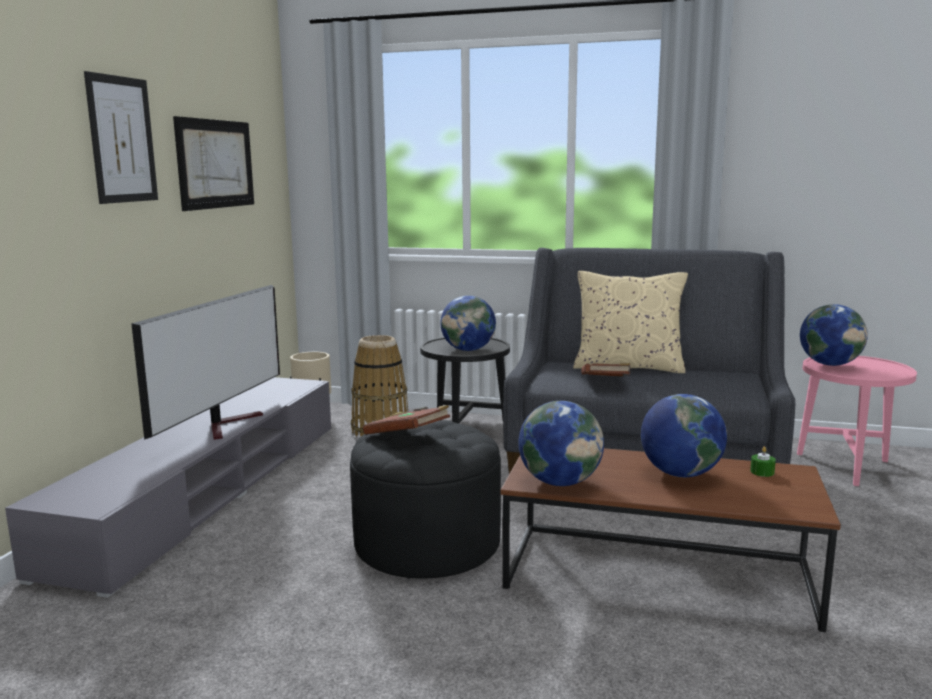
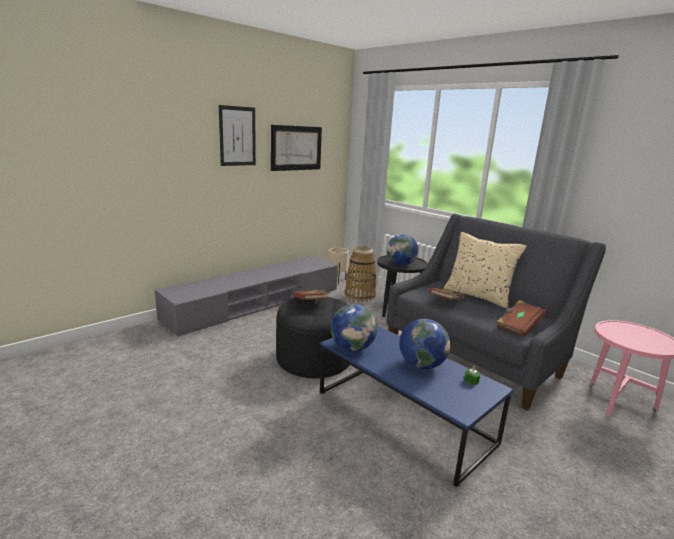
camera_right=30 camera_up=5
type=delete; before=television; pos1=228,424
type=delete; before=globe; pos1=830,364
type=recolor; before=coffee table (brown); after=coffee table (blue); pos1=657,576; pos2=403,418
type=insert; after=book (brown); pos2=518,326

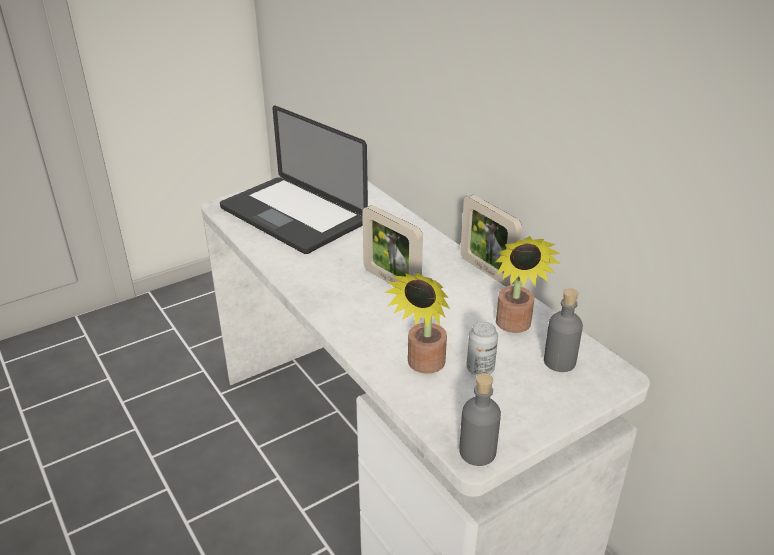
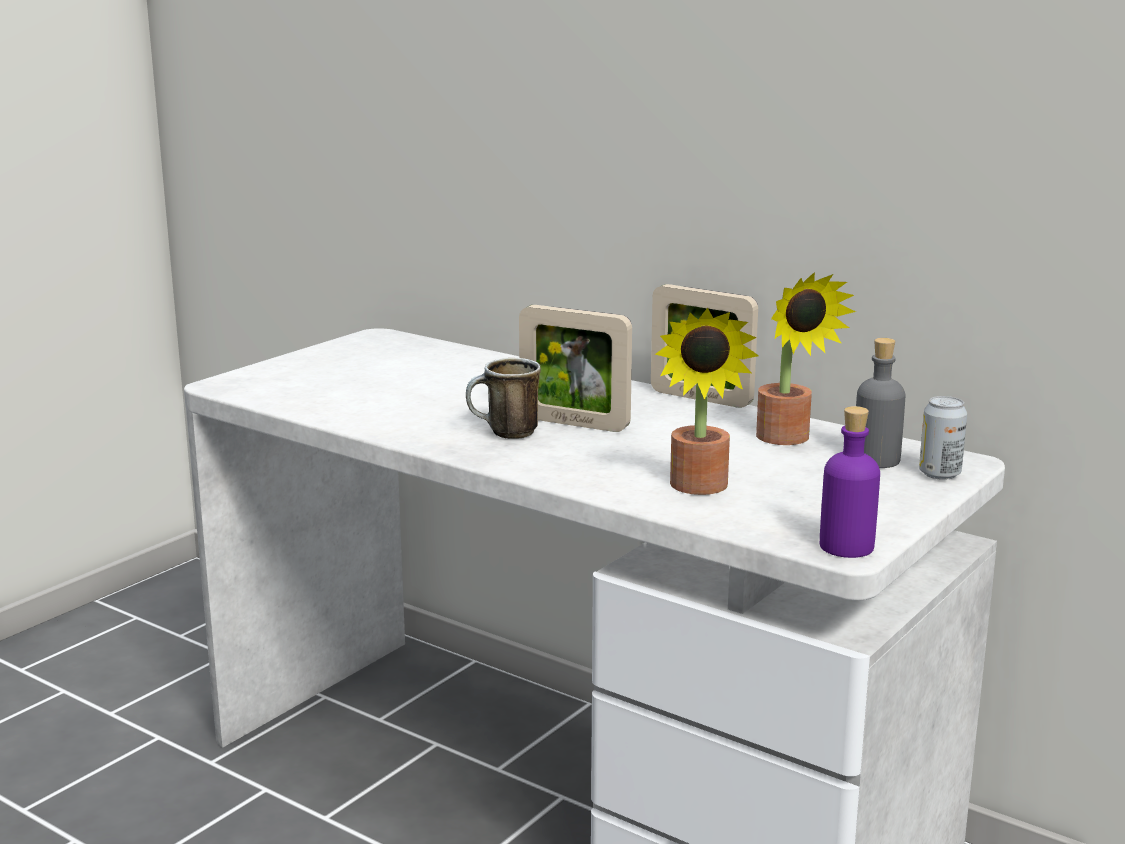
camera_right=-20 camera_up=-15
type=delete; before=laptop; pos1=292,216
type=move; before=can; pos1=480,369; pos2=939,474
type=recolor; before=bottle (grey); after=bottle (purple); pos1=477,452; pos2=846,546
type=insert; after=mug; pos2=504,434

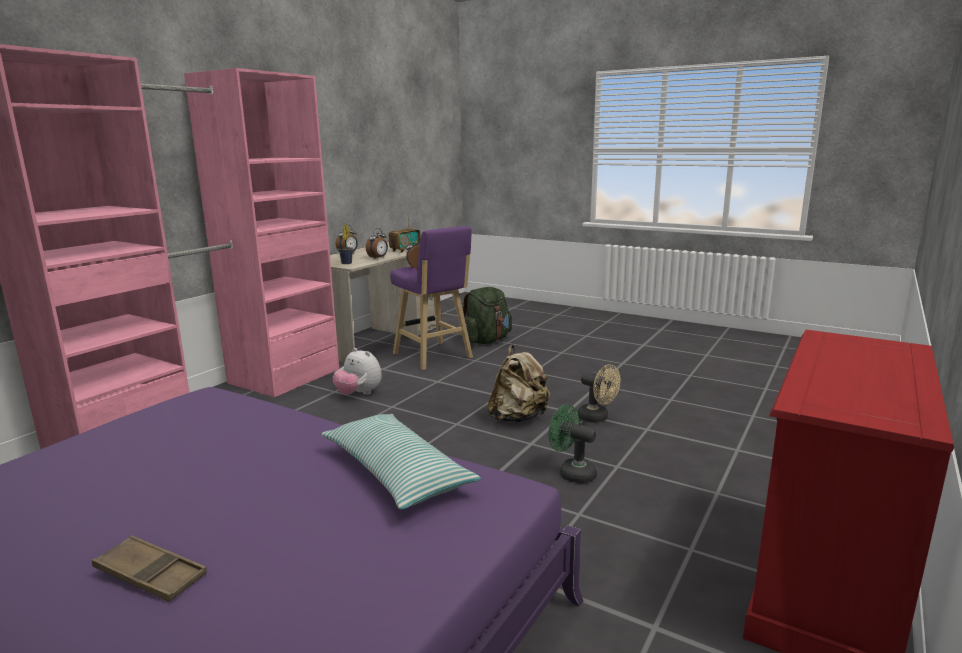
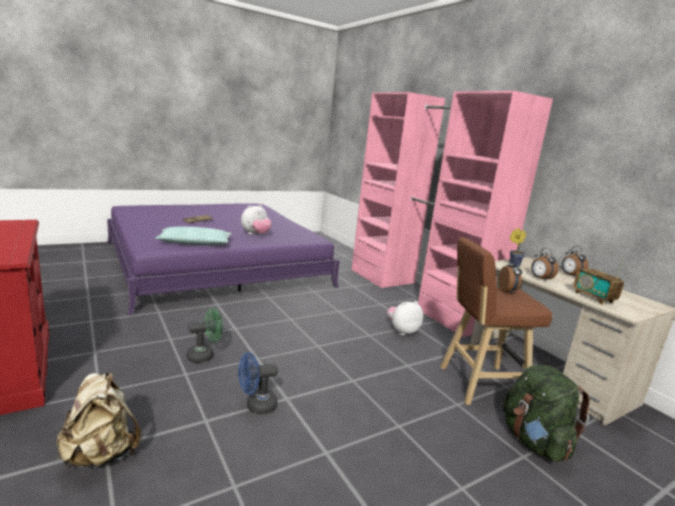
camera_right=115 camera_up=0
type=recolor; before=stool (purple); after=stool (brown); pos1=434,357; pos2=478,385
type=move; before=backpack (beige); pos1=518,418; pos2=101,455
type=recolor; before=fan (beige); after=fan (blue); pos1=597,418; pos2=256,406
type=insert; after=plush toy; pos2=256,234

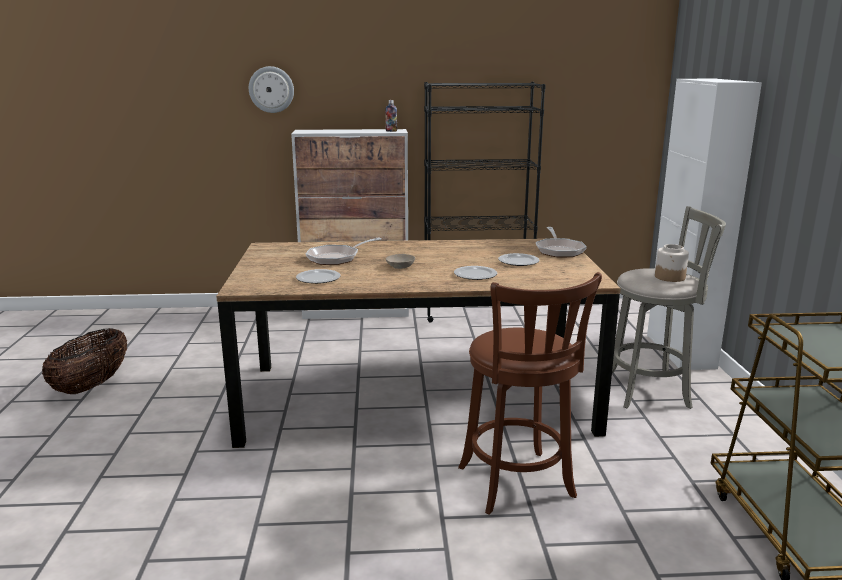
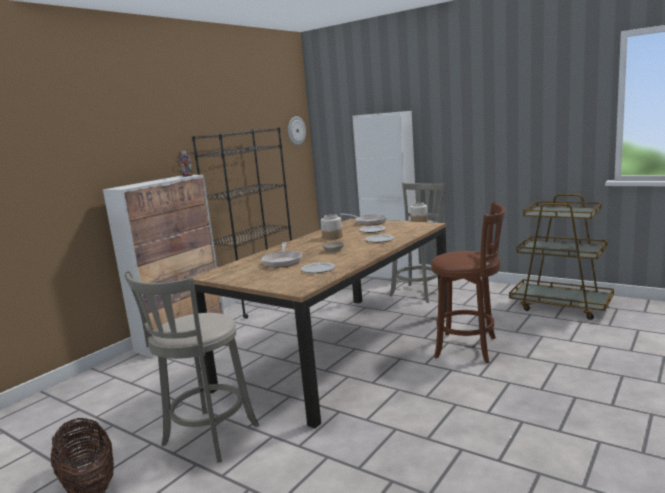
camera_right=-50 camera_up=-5
type=move; before=wall clock; pos1=271,89; pos2=296,130
type=insert; after=jar; pos2=332,237
type=insert; after=stool (grey); pos2=207,438

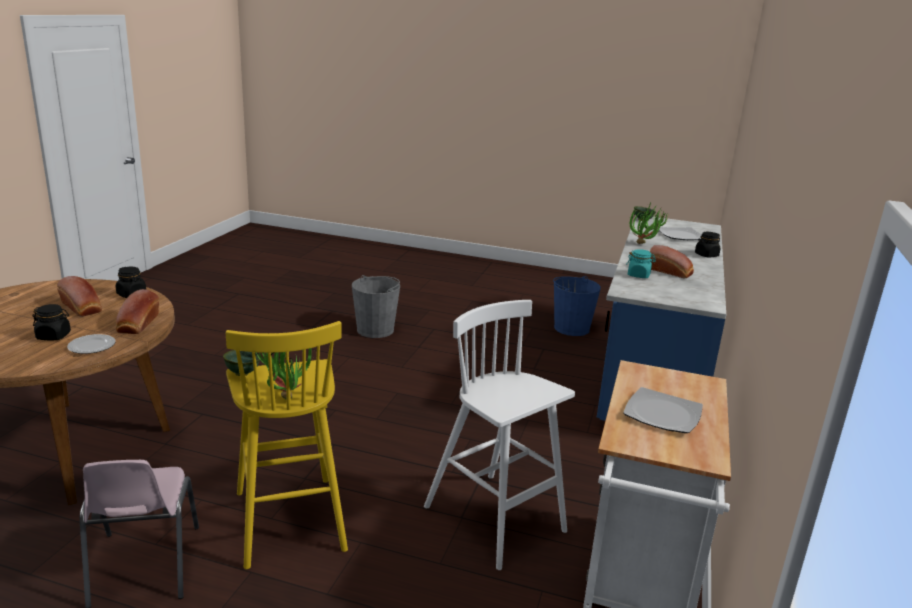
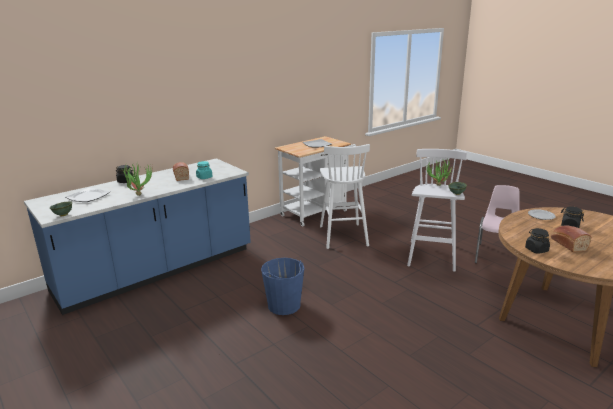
camera_right=-145 camera_up=0
type=delete; before=bucket (grey); pos1=375,330
type=move; before=bucket (blue); pos1=571,328; pos2=284,305
type=delete; before=bread; pos1=137,324
type=recolor; before=stool (yellow); after=stool (white); pos1=289,519; pos2=432,256

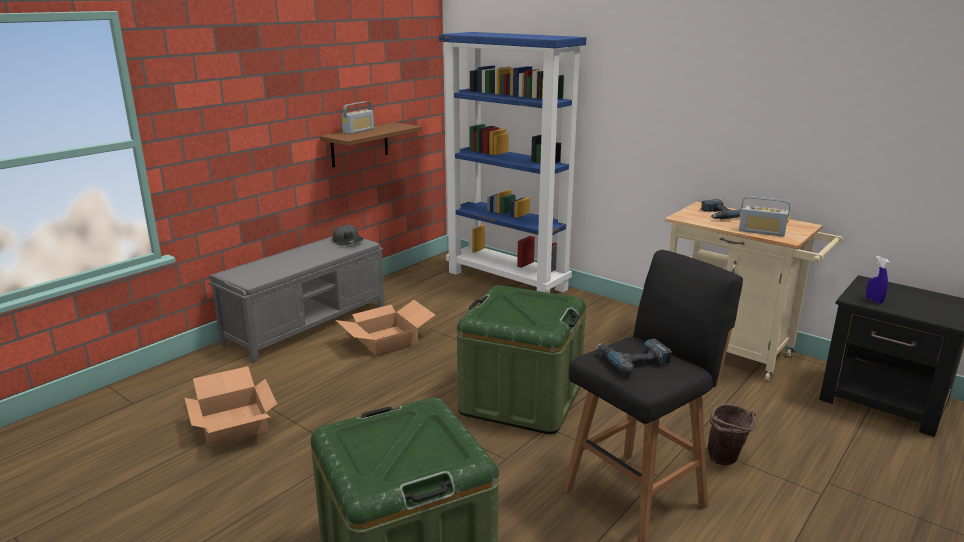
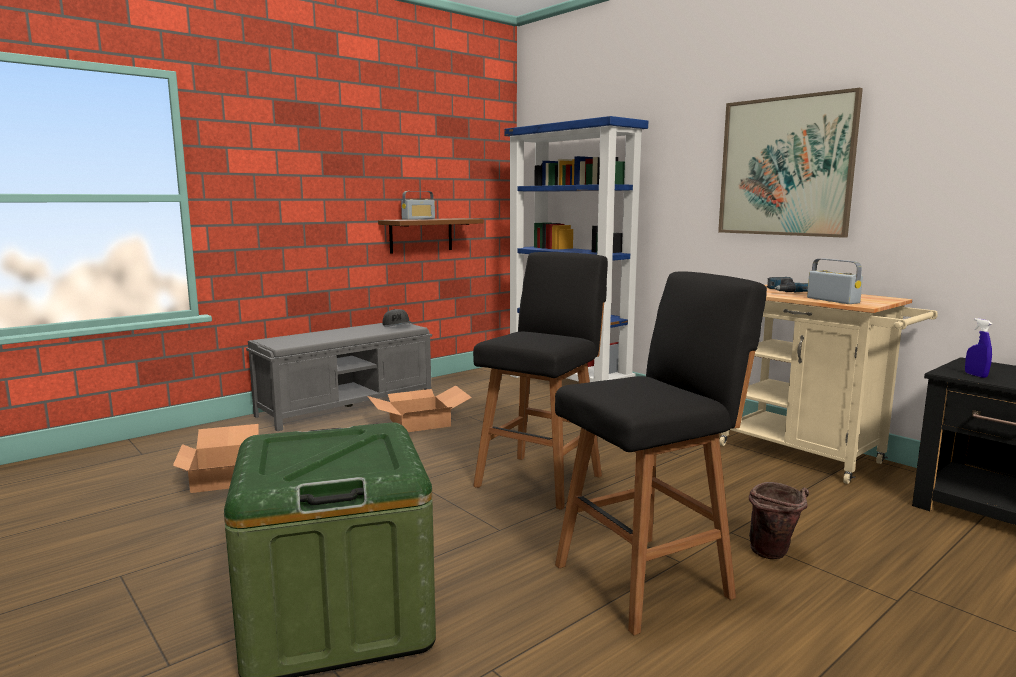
camera_right=10 camera_up=-10
type=rotate; before=radio; pos1=761,232; pos2=832,300; turn=-150
type=replace; before=storage box (green); after=stool (black); pos1=521,399; pos2=541,479
type=delete; before=power drill; pos1=633,360
type=insert; after=picture; pos2=785,167

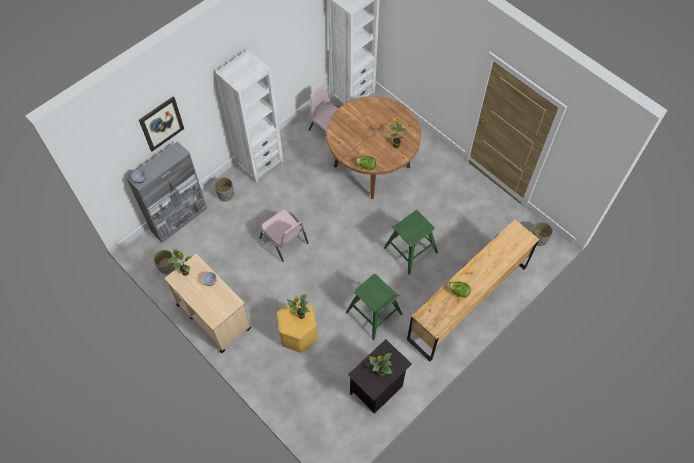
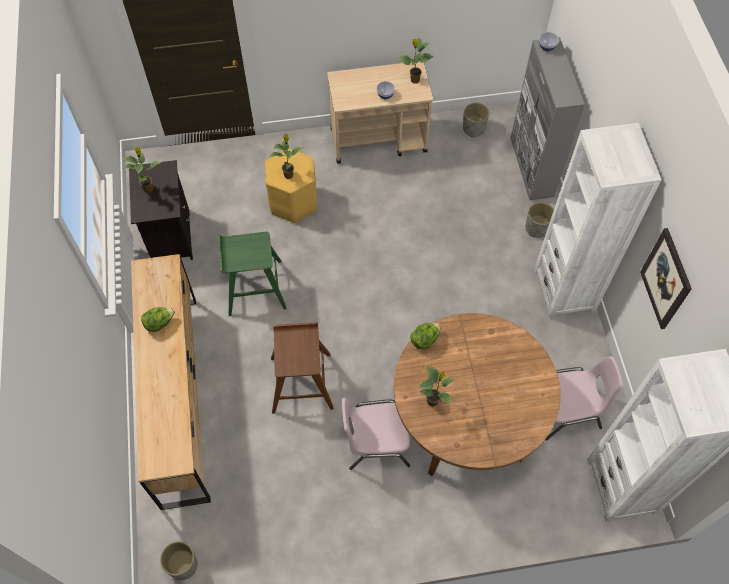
camera_right=125 camera_up=0
type=move; before=picture; pos1=161,123; pos2=666,279
type=move; before=chair (pink); pos1=284,241; pos2=375,441
type=recolor; before=stool (green); after=stool (brown); pos1=410,250; pos2=301,382

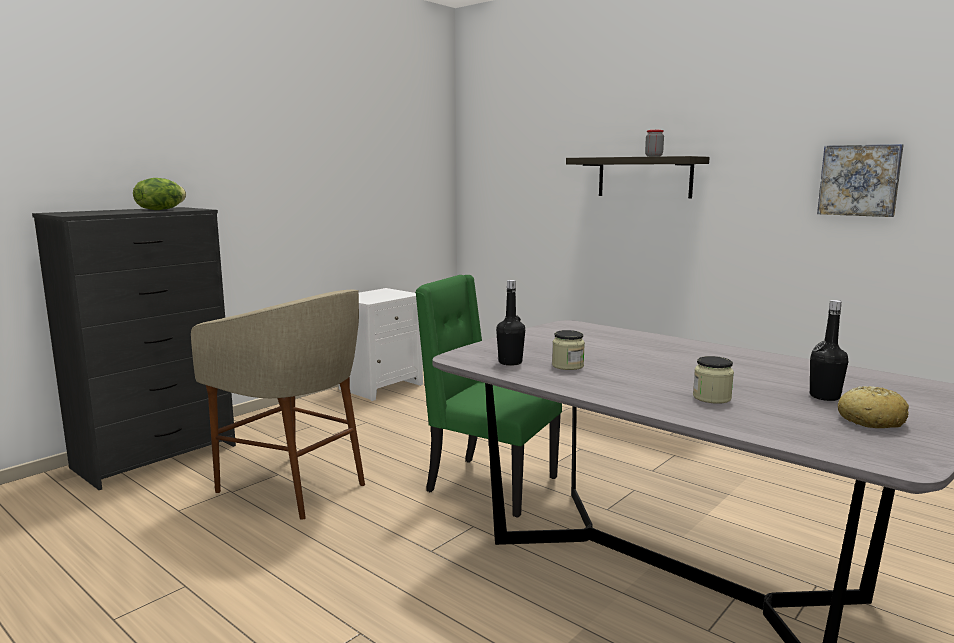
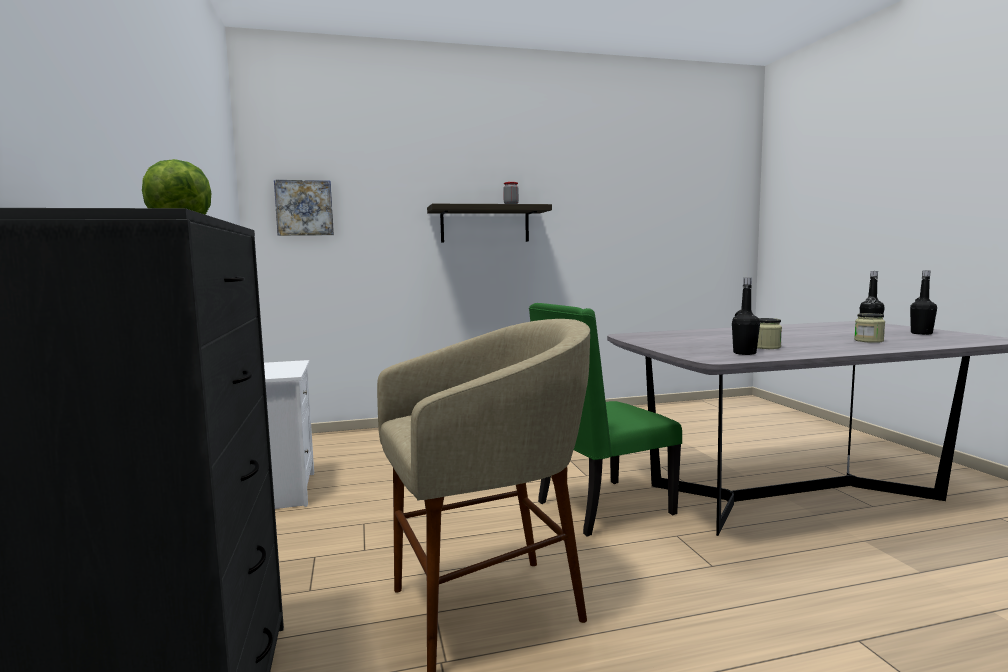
camera_right=-55 camera_up=-5
type=move; before=picture; pos1=859,180; pos2=304,208
type=replace; before=bread; after=bottle (black); pos1=871,421; pos2=921,333

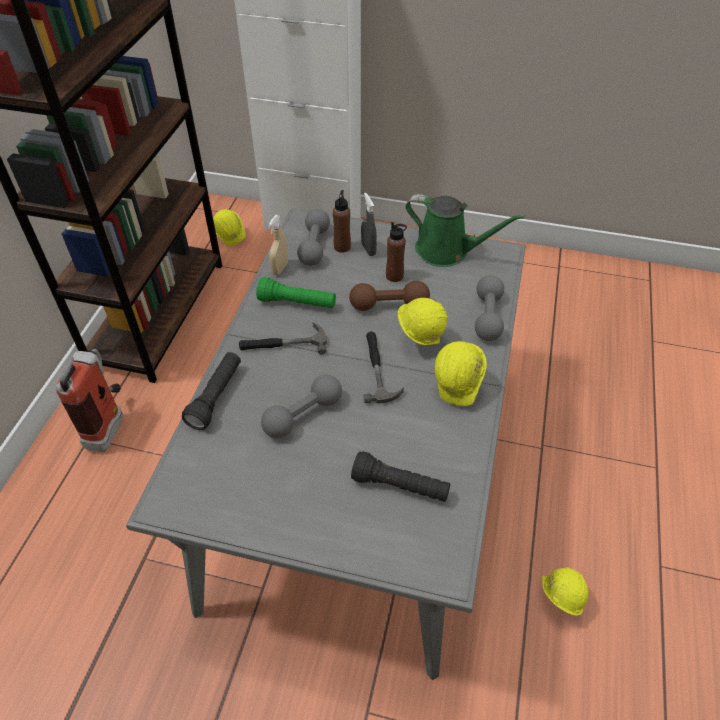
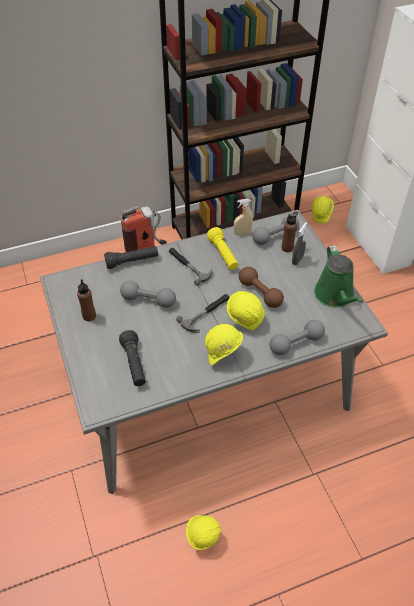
camera_right=55 camera_up=0
type=move; before=bottle (brown); pos1=394,276; pos2=89,316
type=recolor; before=flashlight (green); after=flashlight (yellow); pos1=297,303; pos2=223,255

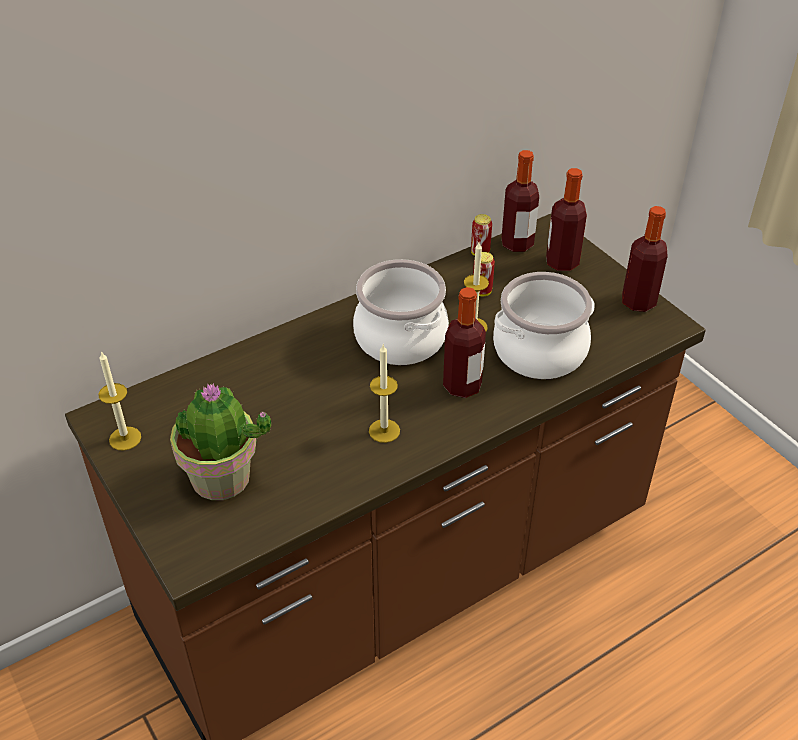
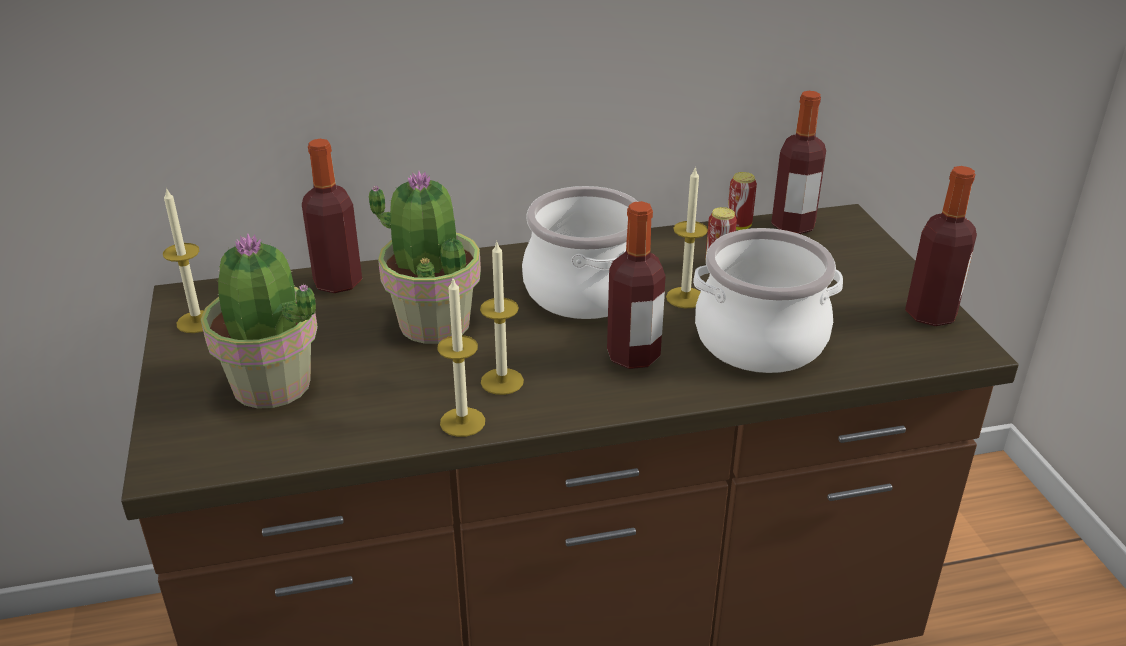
camera_right=20 camera_up=-10
type=move; before=bottle; pos1=562,262; pos2=338,282
type=insert; after=potted plant; pos2=434,322
type=insert; after=candle; pos2=462,422

